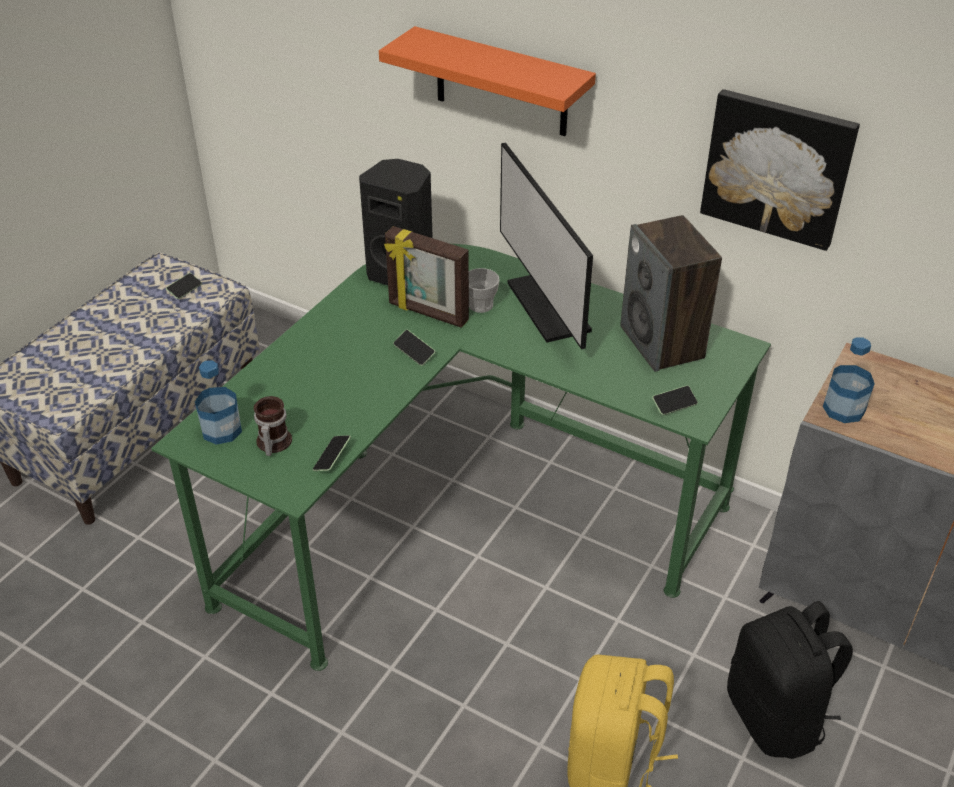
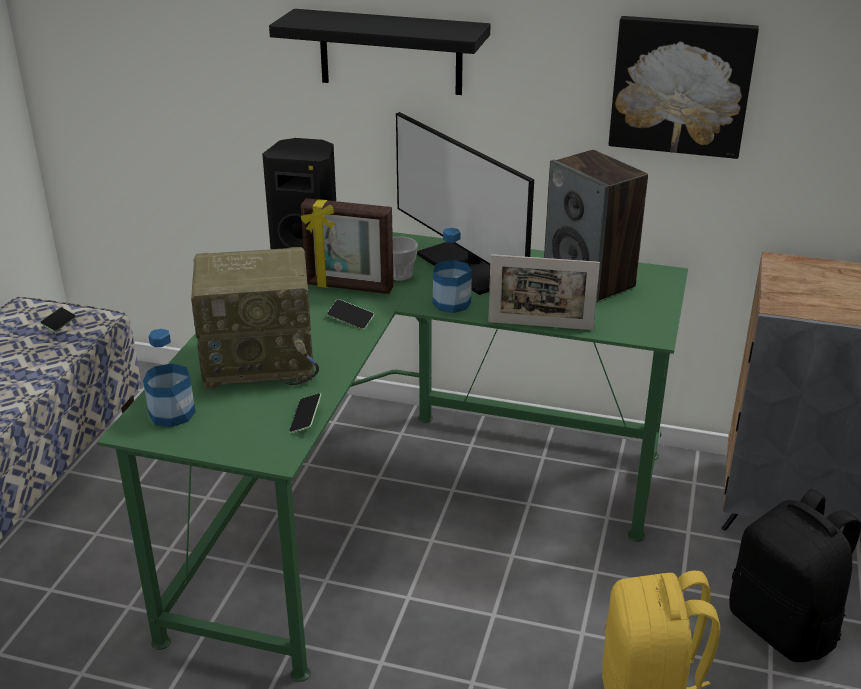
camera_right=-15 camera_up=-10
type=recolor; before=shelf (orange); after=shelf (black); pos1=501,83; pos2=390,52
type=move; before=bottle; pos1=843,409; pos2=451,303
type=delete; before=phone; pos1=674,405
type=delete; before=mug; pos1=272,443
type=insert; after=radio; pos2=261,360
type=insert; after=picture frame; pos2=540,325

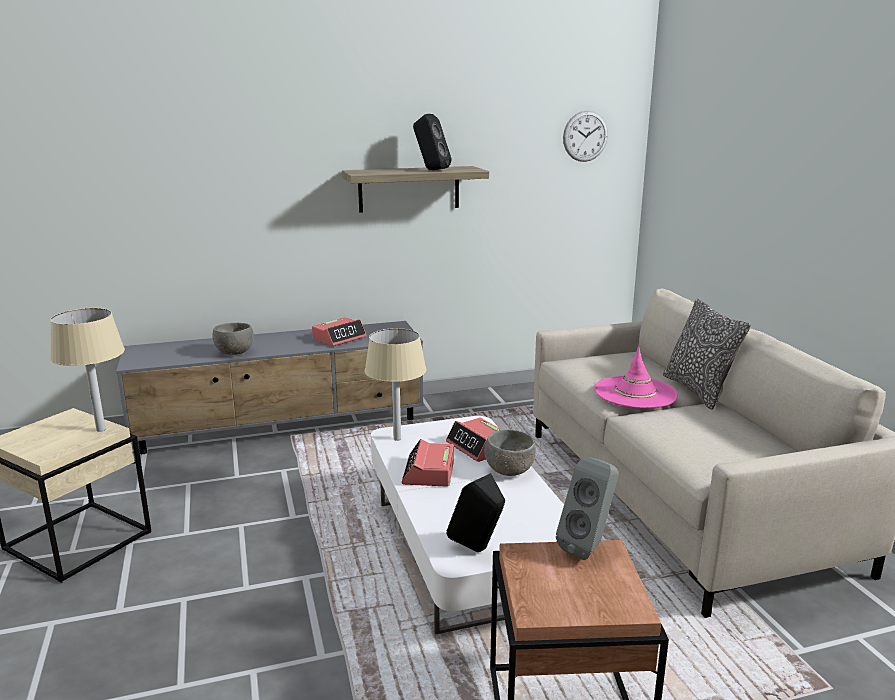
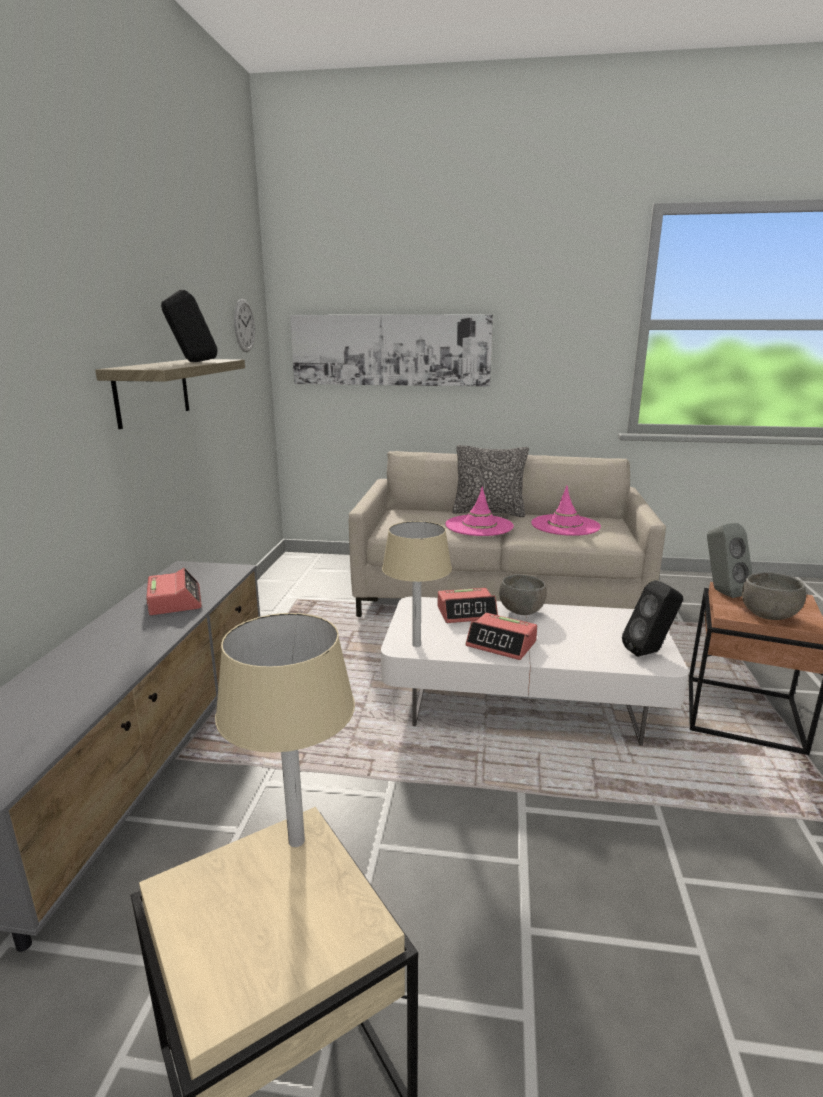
camera_right=-65 camera_up=0
type=move; before=bowl (grey); pos1=235,353; pos2=768,615
type=insert; after=picture; pos2=390,350
type=insert; after=hat (pink); pos2=565,525

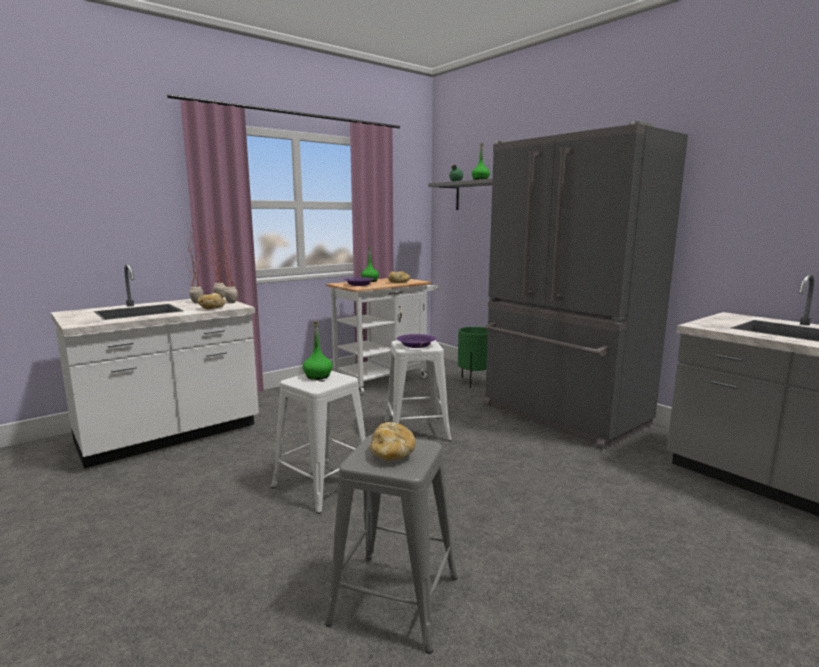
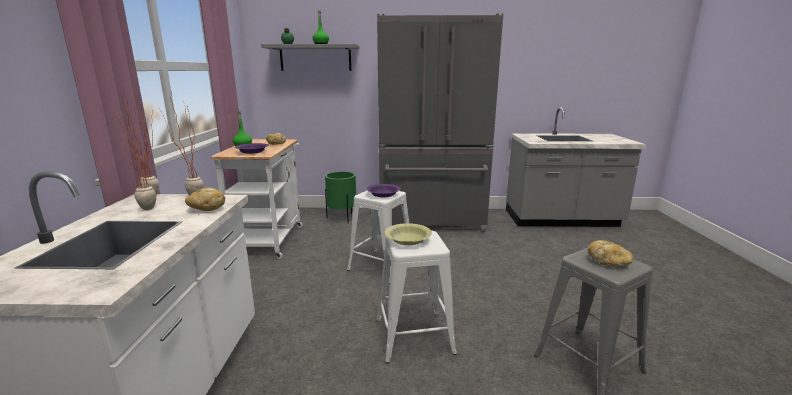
camera_right=-50 camera_up=5
type=replace; before=bottle (green); after=bowl (yellow); pos1=318,376; pos2=408,240

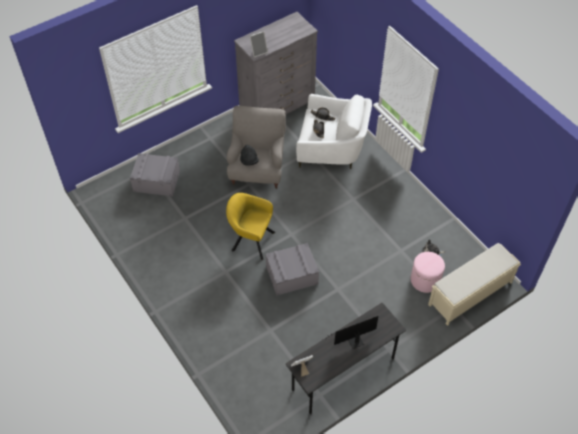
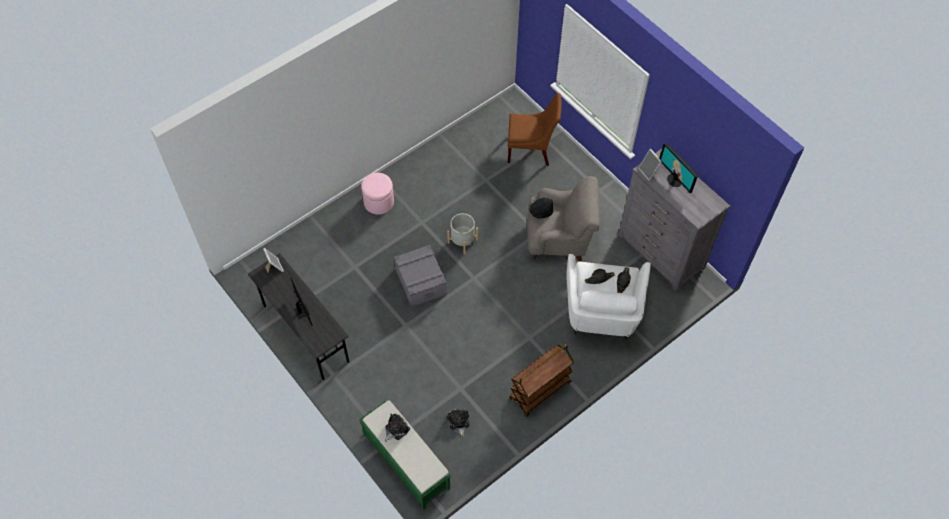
camera_right=85 camera_up=5
type=replace; before=storage box (grey); after=chair (brown); pos1=157,181; pos2=531,150
type=replace; before=armchair (yellow); after=planter (grey); pos1=250,240; pos2=462,241
type=recolor; before=bench (beige); after=bench (green); pos1=469,294; pos2=405,461
type=move; before=ottoman (pink); pos1=425,280; pos2=379,202
type=insert; after=monitor; pos2=675,180
type=insert; after=cart (brown); pos2=540,391
type=insert; after=plush toy; pos2=396,429

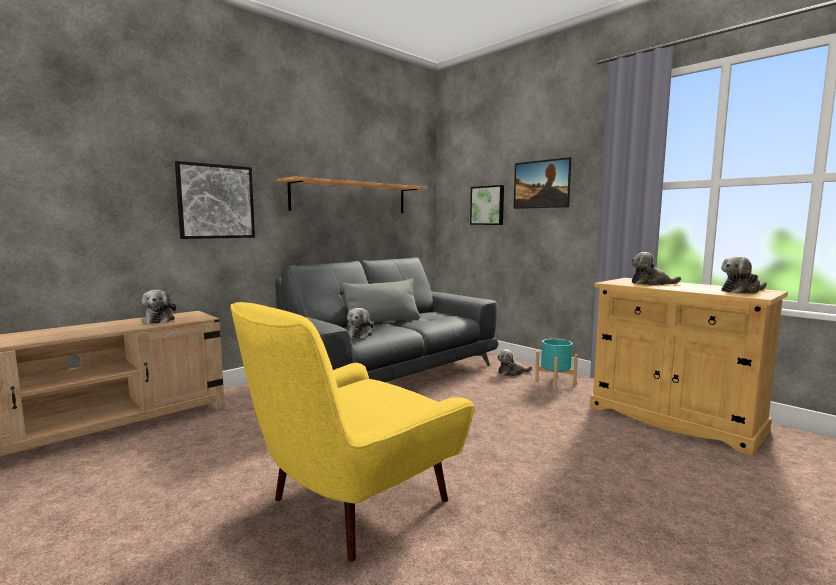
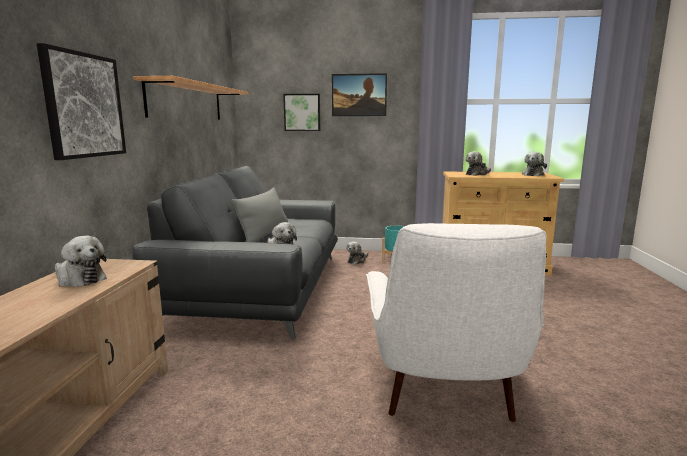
camera_right=-40 camera_up=5
type=recolor; before=armchair (yellow); after=armchair (white); pos1=351,504; pos2=444,390

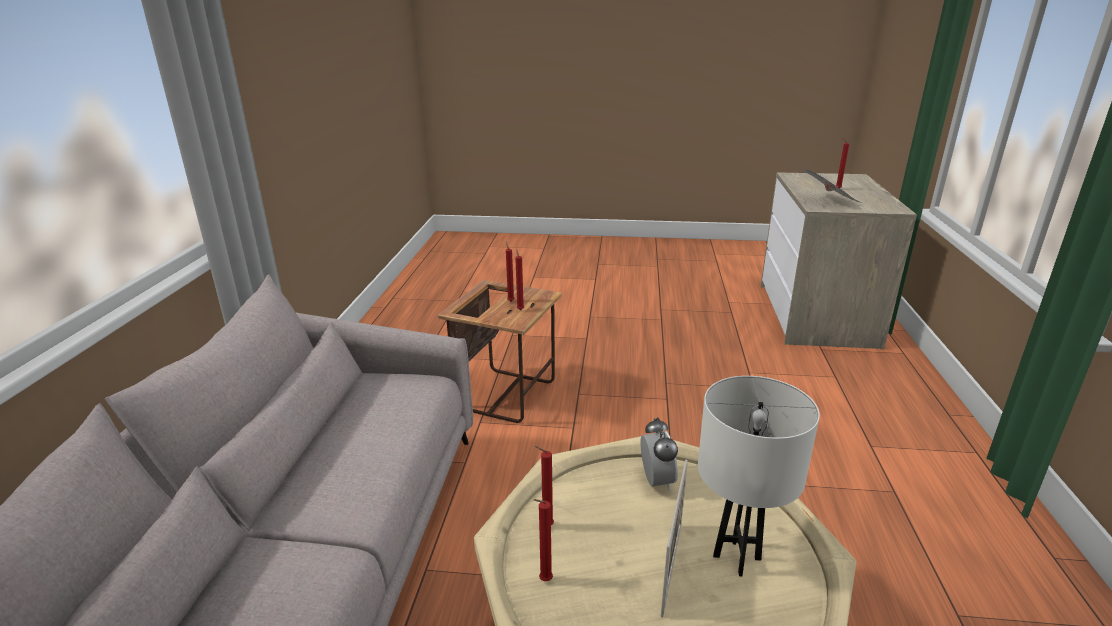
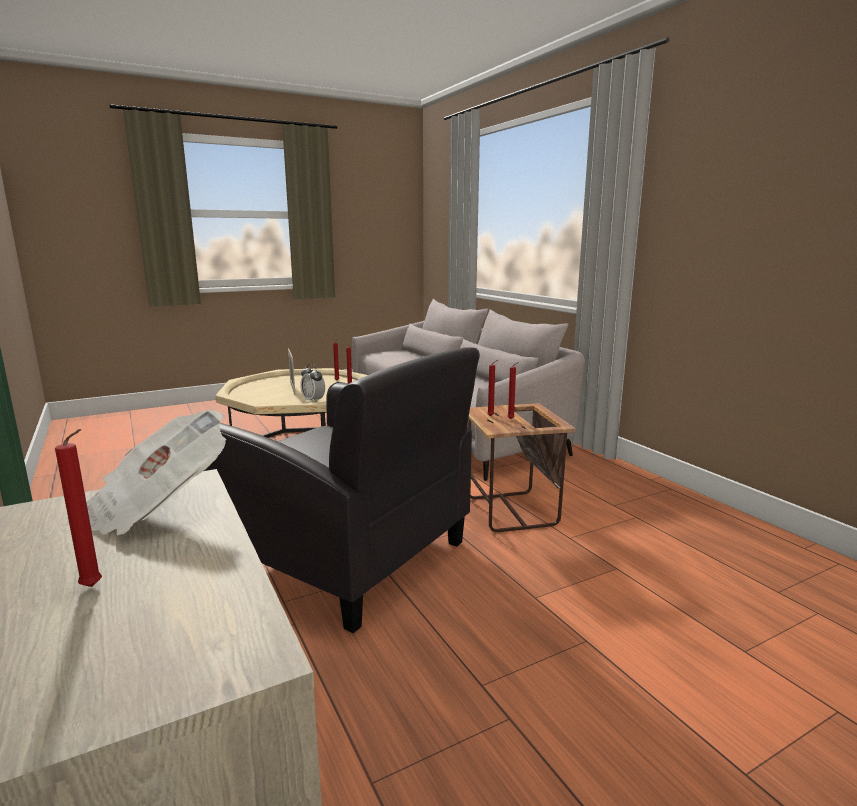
camera_right=145 camera_up=-10
type=delete; before=table lamp (white); pos1=737,557
type=insert; after=armchair (black); pos2=350,557

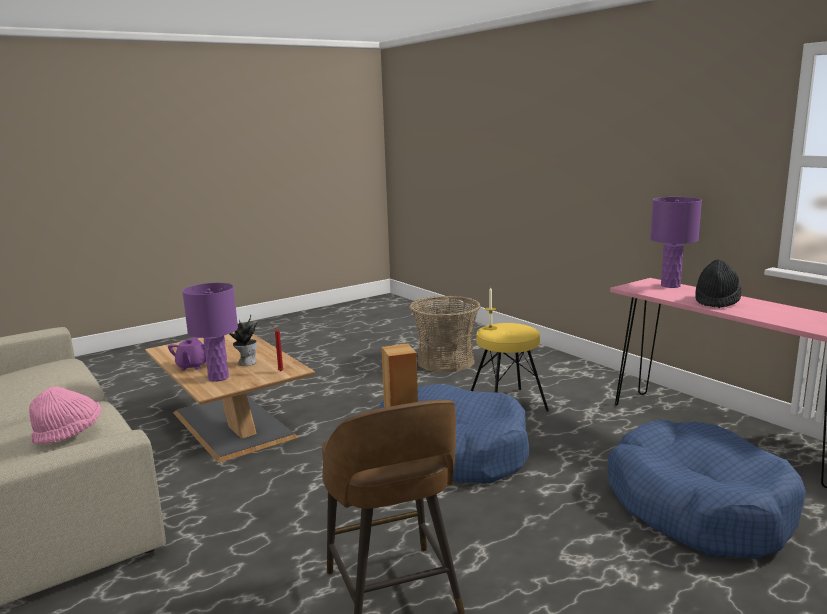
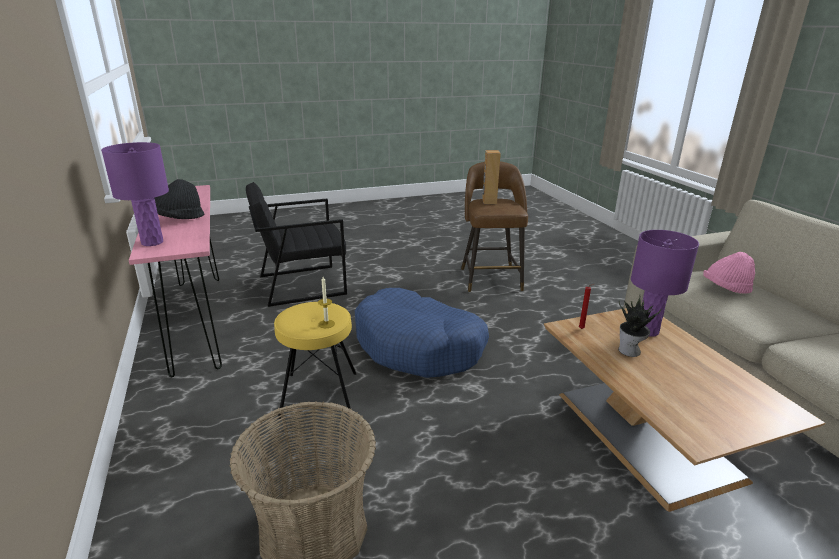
camera_right=-165 camera_up=10
type=delete; before=teapot (purple); pos1=192,366
type=replace; before=dog bed (blue); after=armchair (black); pos1=698,506; pos2=302,285

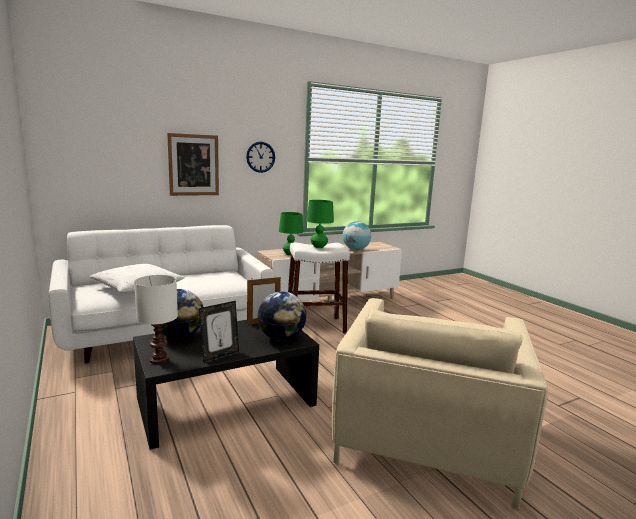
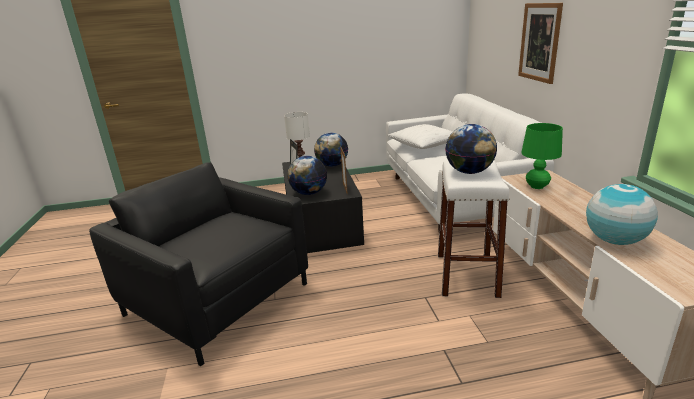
camera_right=110 camera_up=10
type=delete; before=wall clock; pos1=260,157
type=replace; before=table lamp (green); after=globe; pos1=318,247; pos2=469,172
type=recolor; before=armchair (beige); after=armchair (black); pos1=426,436; pos2=218,299

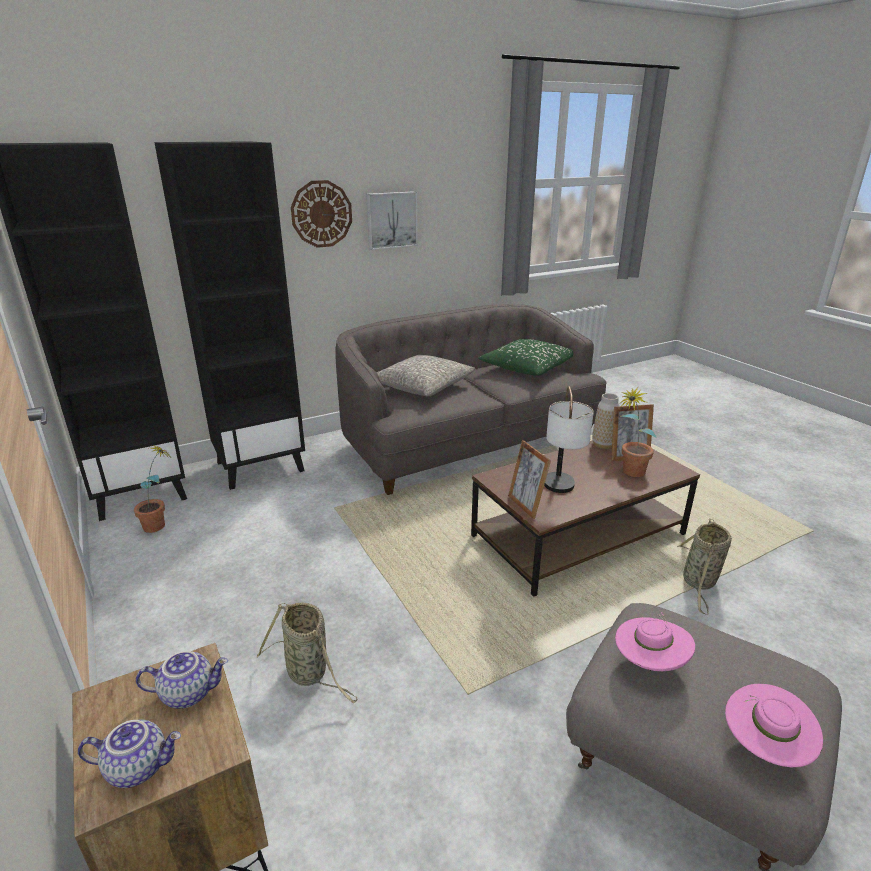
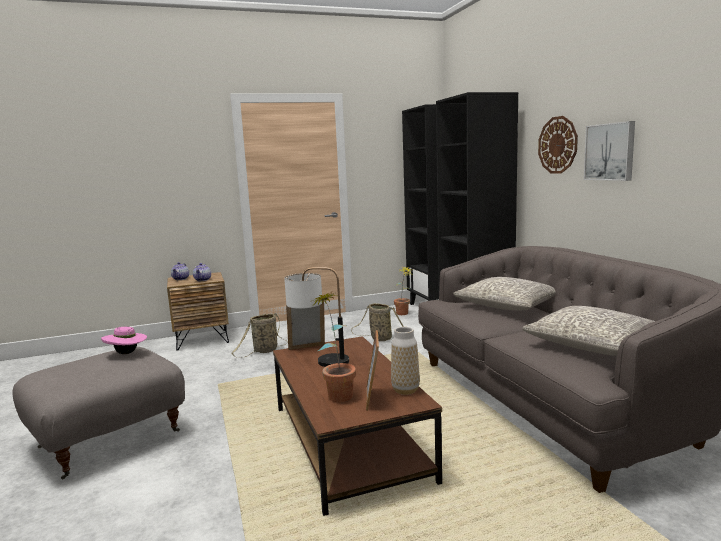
camera_right=100 camera_up=-15
type=recolor; before=pillow (green); after=pillow (grey); pos1=527,367; pos2=595,345
type=move; before=basket; pos1=699,583; pos2=379,338
type=delete; before=hat (pink); pos1=764,746

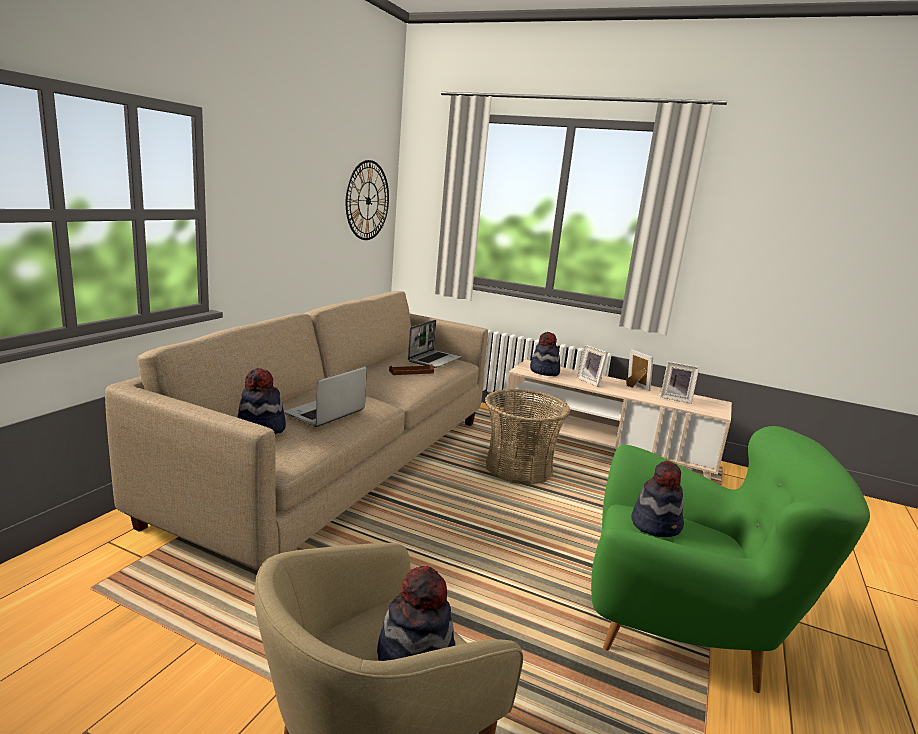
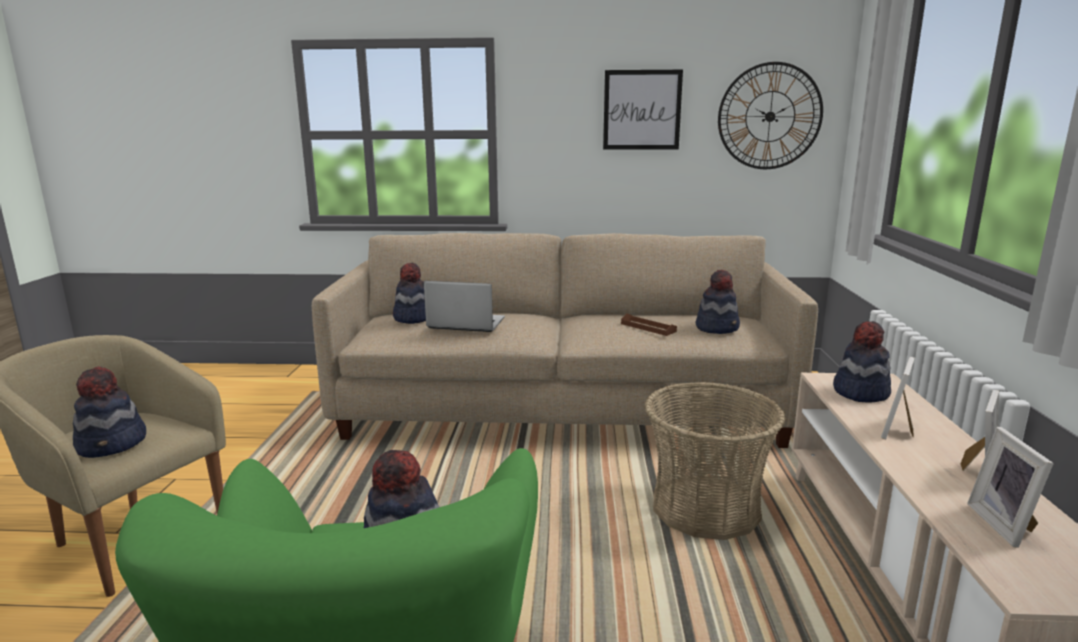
camera_right=70 camera_up=0
type=replace; before=laptop; after=hat; pos1=434,360; pos2=717,328
type=insert; after=picture; pos2=642,110

